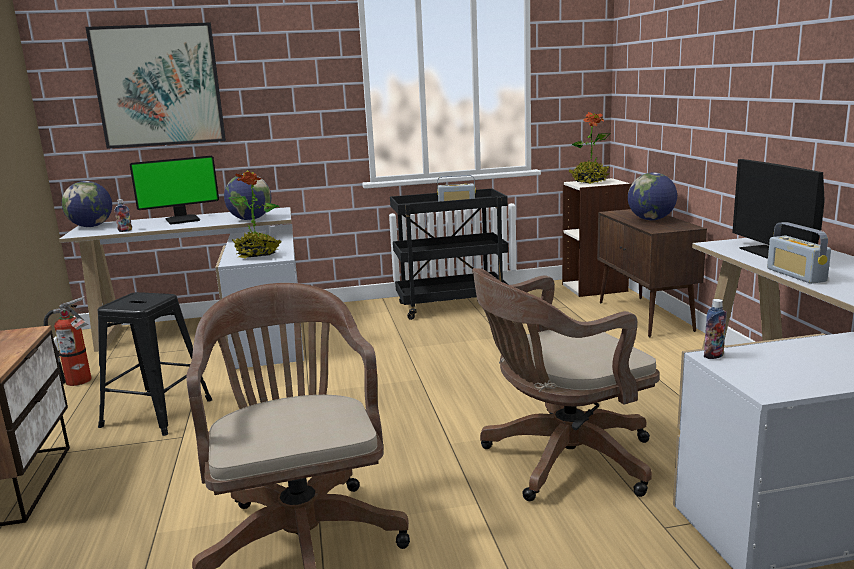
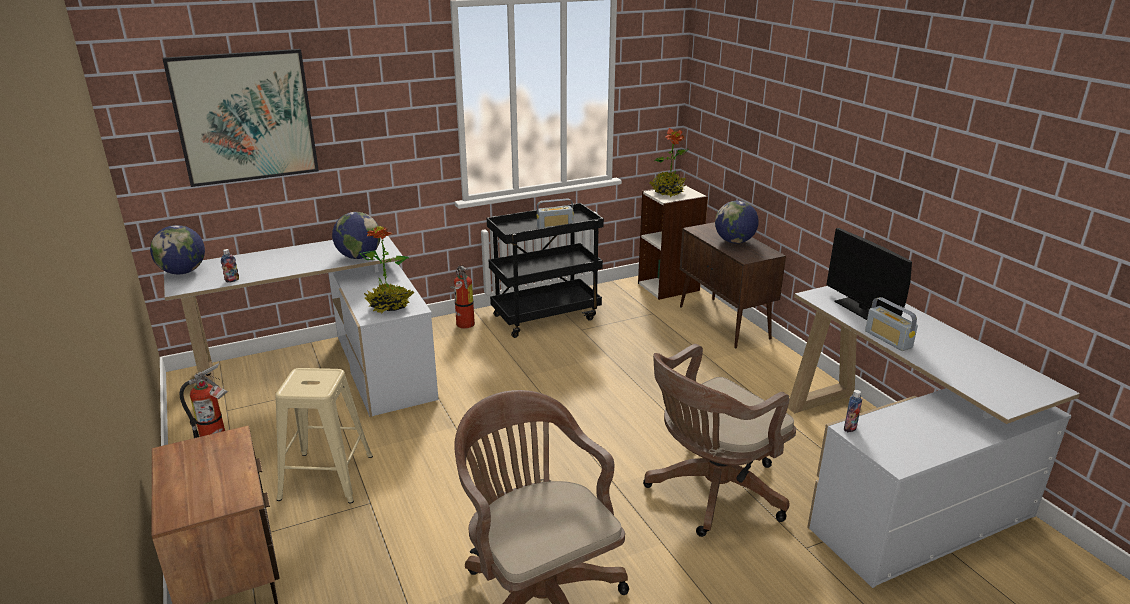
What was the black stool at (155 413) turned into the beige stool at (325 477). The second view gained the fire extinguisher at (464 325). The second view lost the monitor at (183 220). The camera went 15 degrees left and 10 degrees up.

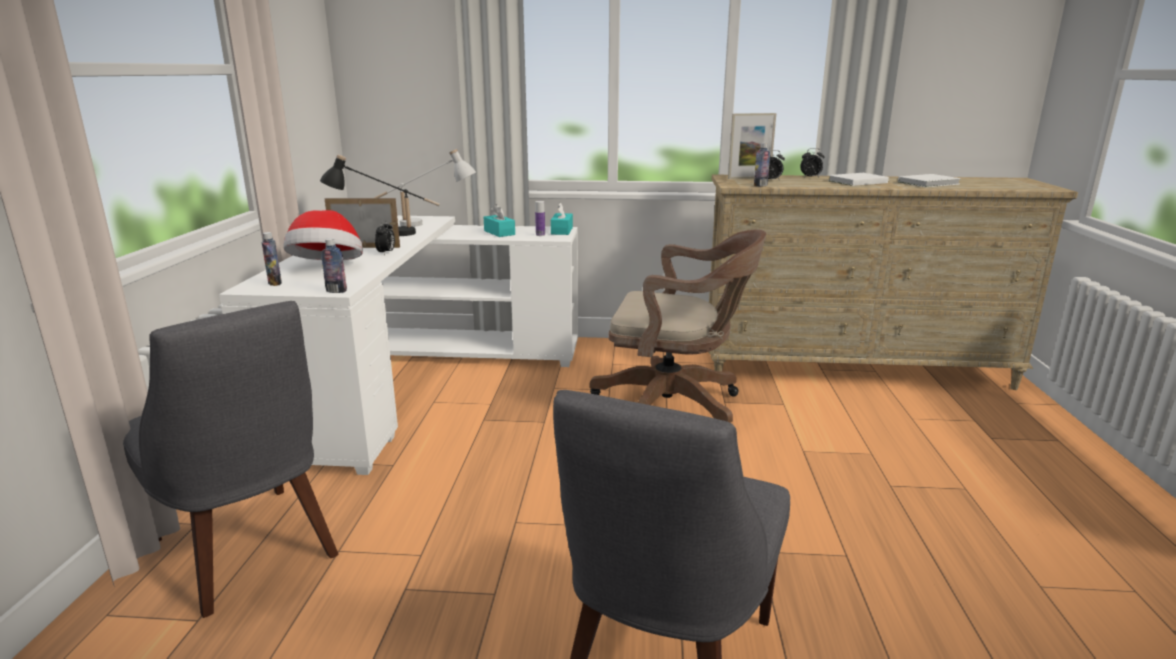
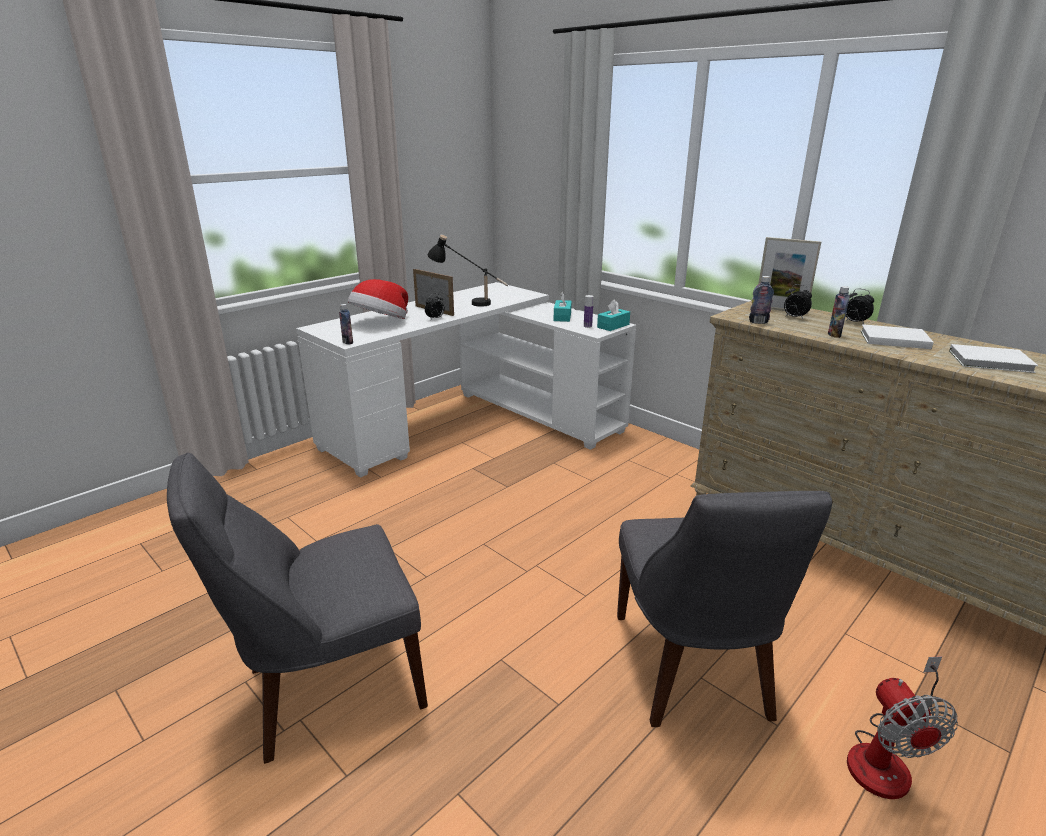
The grey chair ended up elsewhere, having gone from (248 551) to (693 670). The bottle ended up elsewhere, having gone from (275 283) to (834 335). The second view gained the fan at (887 758). The second view lost the white table lamp at (427 224). The second view lost the brown office chair at (675 407). The camera went 40 degrees right and 5 degrees up.

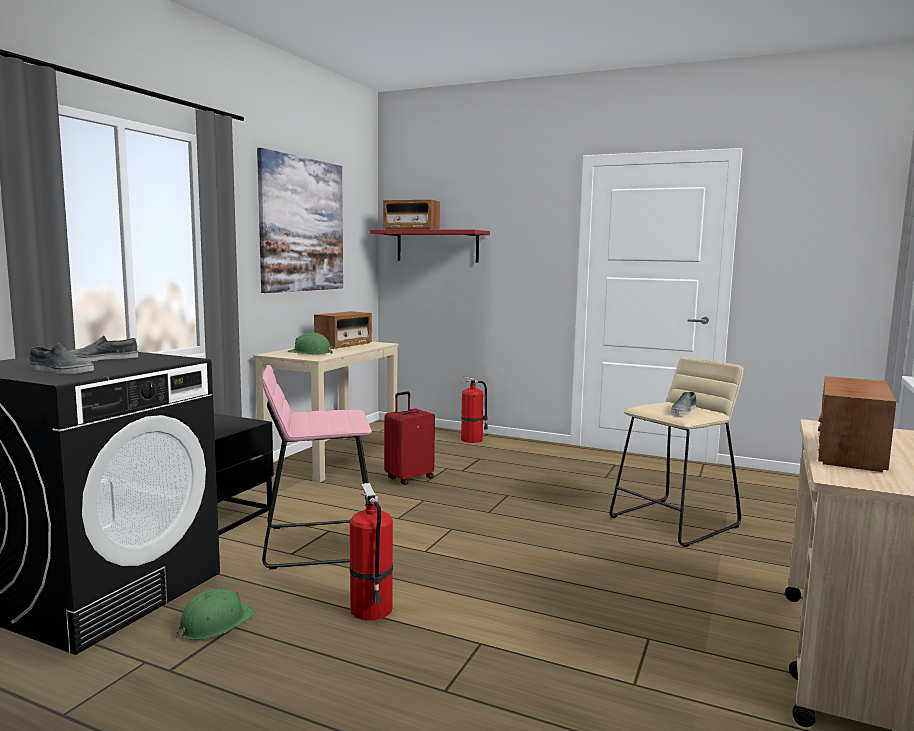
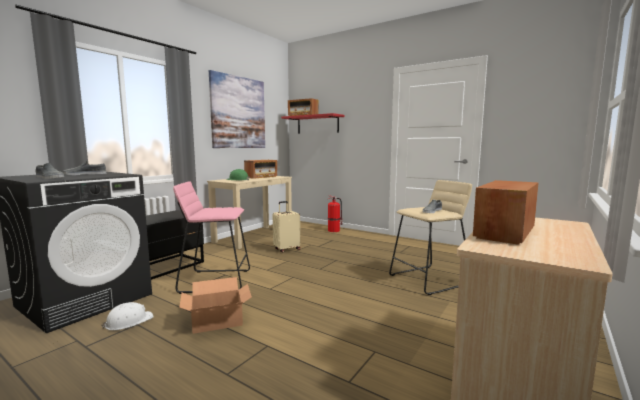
What was the green hard hat at (215 623) turned into the white hard hat at (129 321). Where the fire extinguisher stood at (372 610), the cardboard box came to stand at (218 320). What was the red suitcase at (409 478) turned into the beige suitcase at (286 249). The camera went 10 degrees right and 0 degrees up.

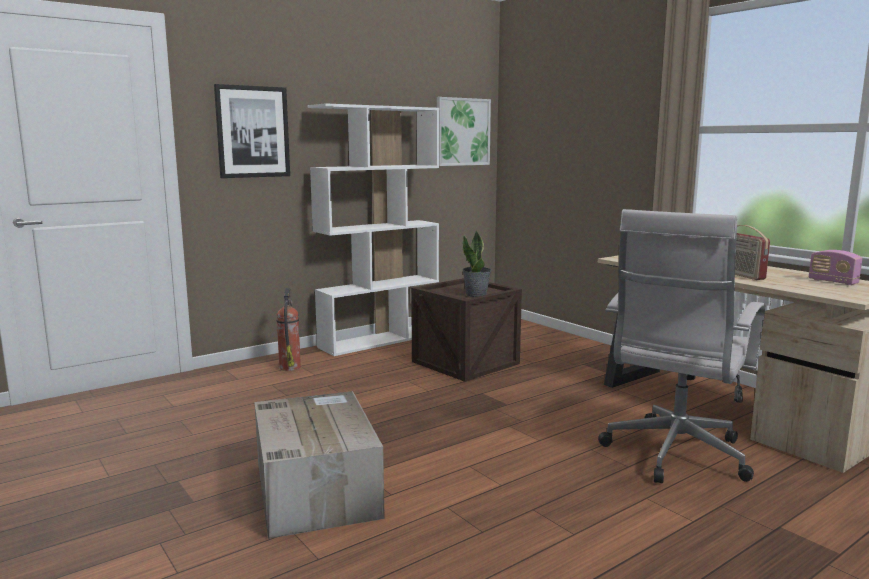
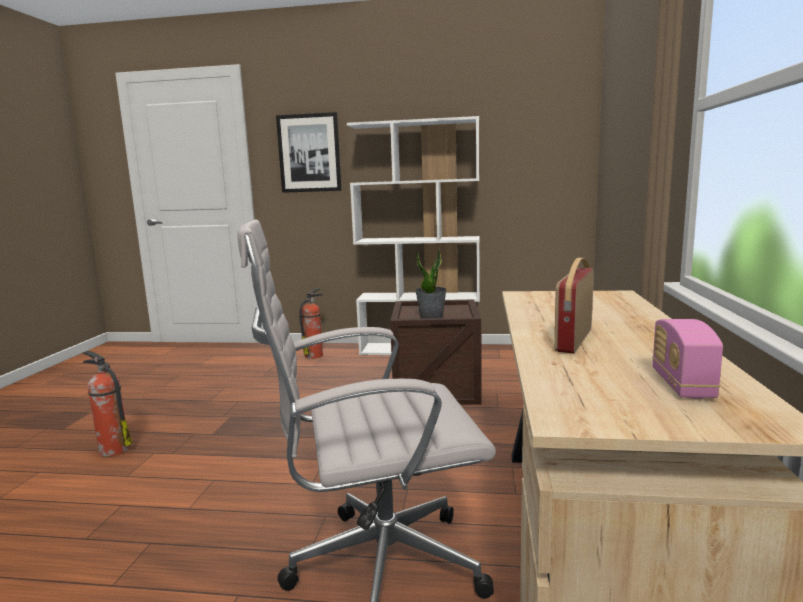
Where the cardboard box stood at (315 488), the fire extinguisher came to stand at (113 449). The second view lost the picture at (462 132). The camera went 45 degrees right and 0 degrees up.

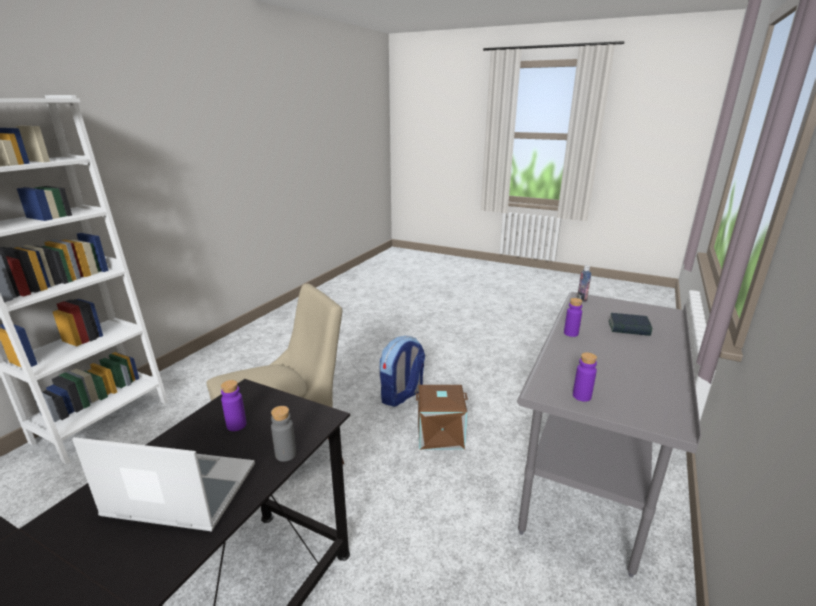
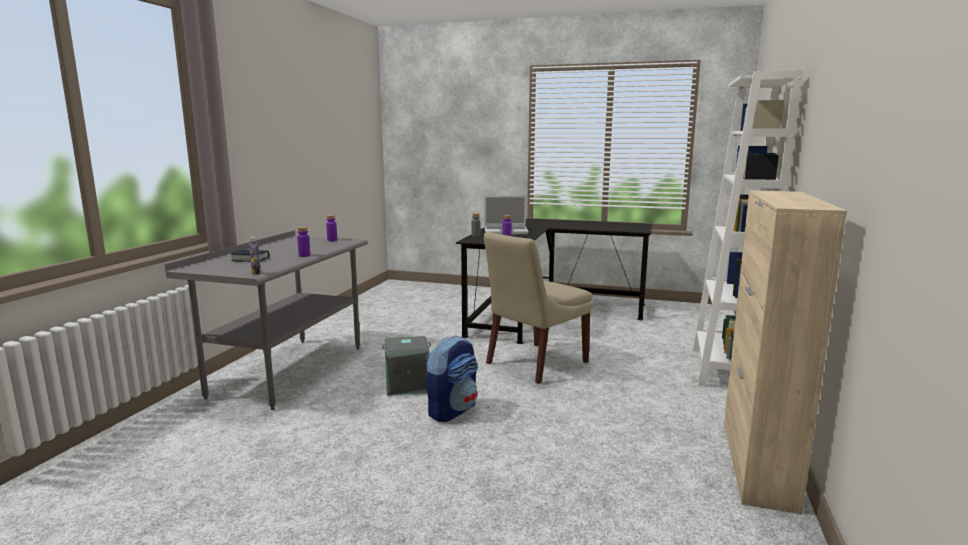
What was the brown storage box at (440 435) turned into the grey storage box at (408 384). The second view gained the beige cabinet at (757 463). The camera went 170 degrees right and 10 degrees down.

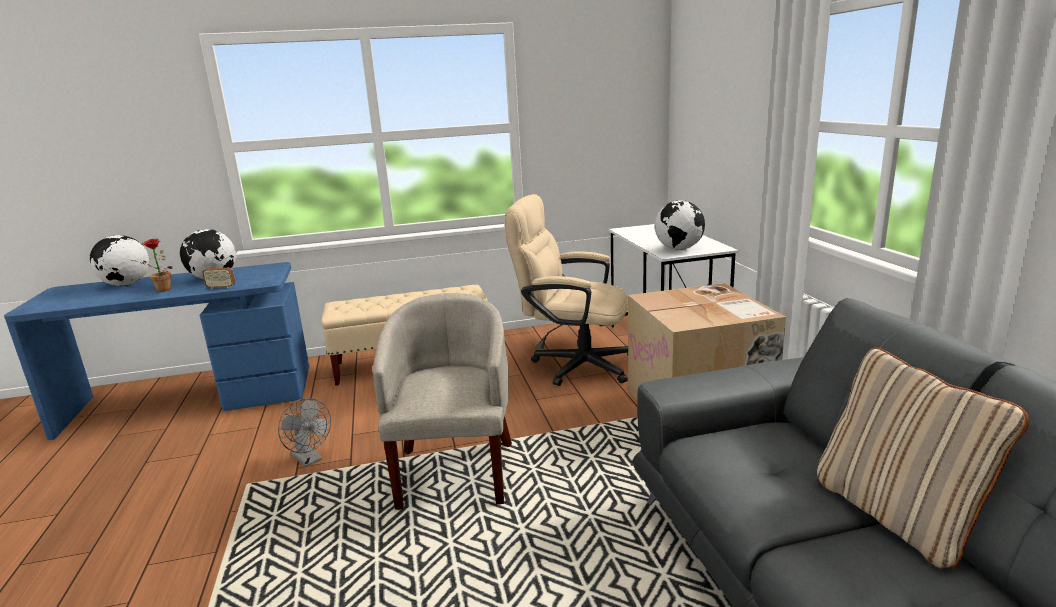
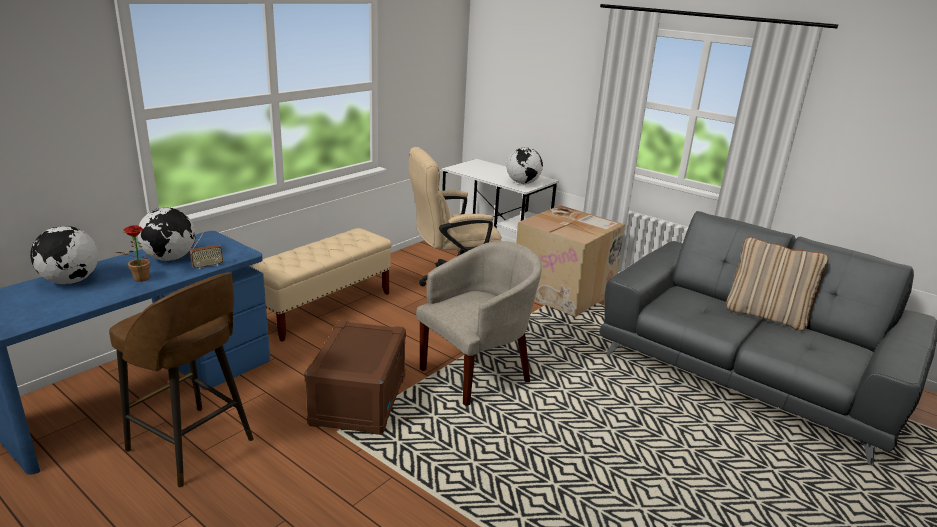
The second view gained the brown stool at (193 446). Where the grey fan stood at (310 459), the brown storage box came to stand at (358 399). The beige armchair at (455 471) ended up facing another way, 90 degrees clockwise from before. The camera went 40 degrees left and 5 degrees up.

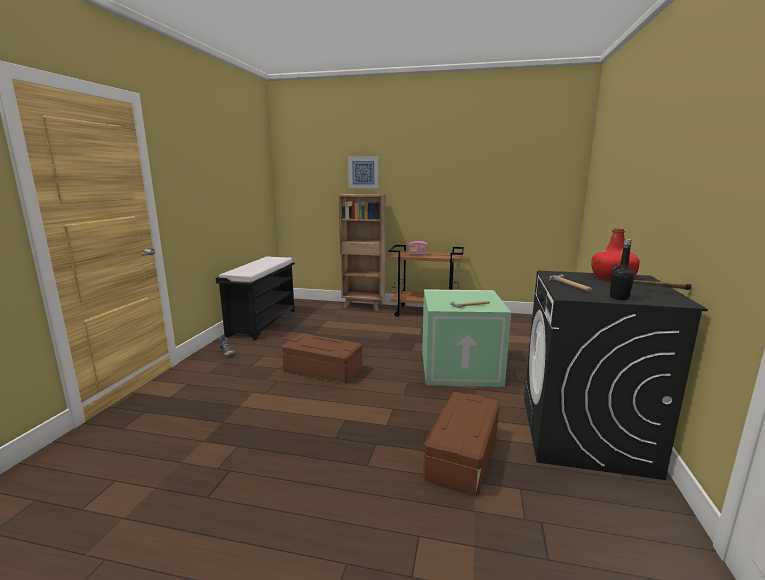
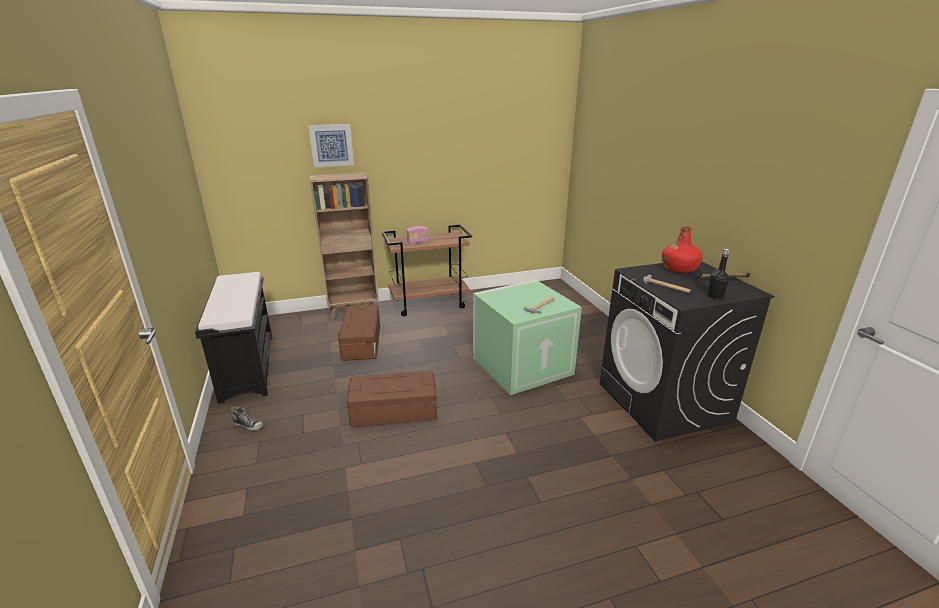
The brown storage box ended up elsewhere, having gone from (463 455) to (362 343). The camera went 30 degrees left and 10 degrees up.

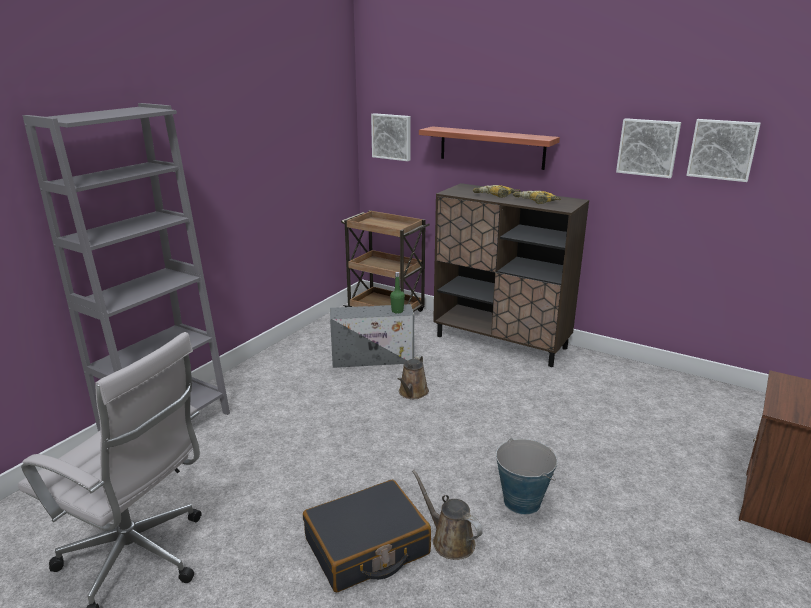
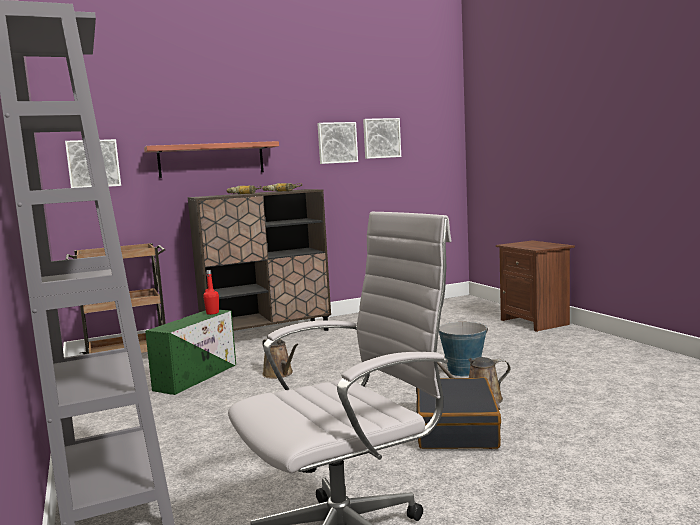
What was the grey storage box at (374 359) turned into the green storage box at (197 376). What was the green bottle at (397 311) turned into the red bottle at (212 313). The camera went 55 degrees left and 15 degrees down.

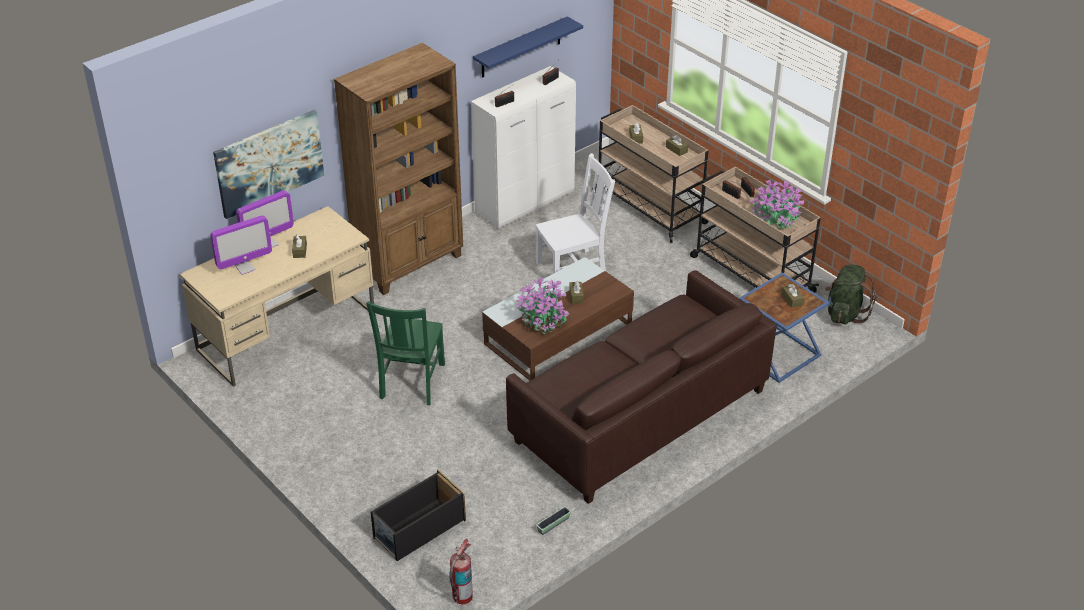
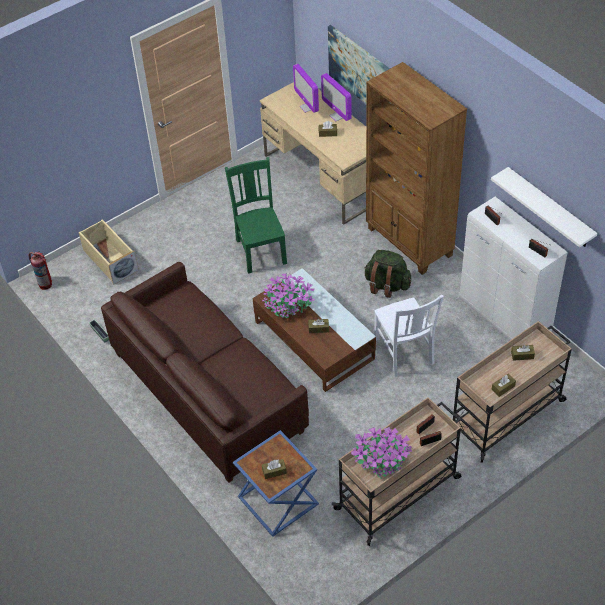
What was the black storage box at (418 529) turned into the beige storage box at (110 260). The green chair at (411 382) ended up facing another way, 60 degrees clockwise from before. The green backpack ended up elsewhere, having gone from (845 313) to (386 285). What was the blue shelf at (521 48) turned into the white shelf at (550 208). The camera went 95 degrees right and 10 degrees up.

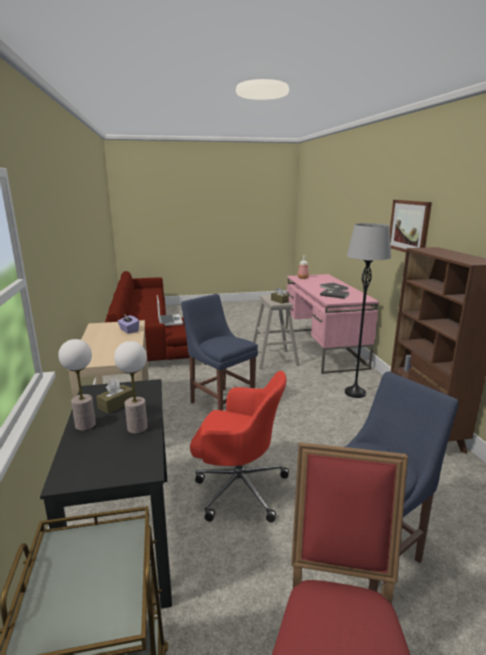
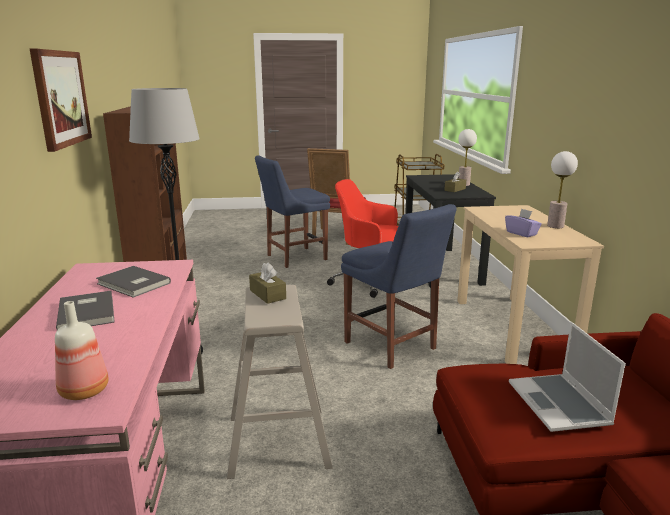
The table lamp ended up elsewhere, having gone from (137 428) to (555 226). The camera went 175 degrees left and 0 degrees up.

